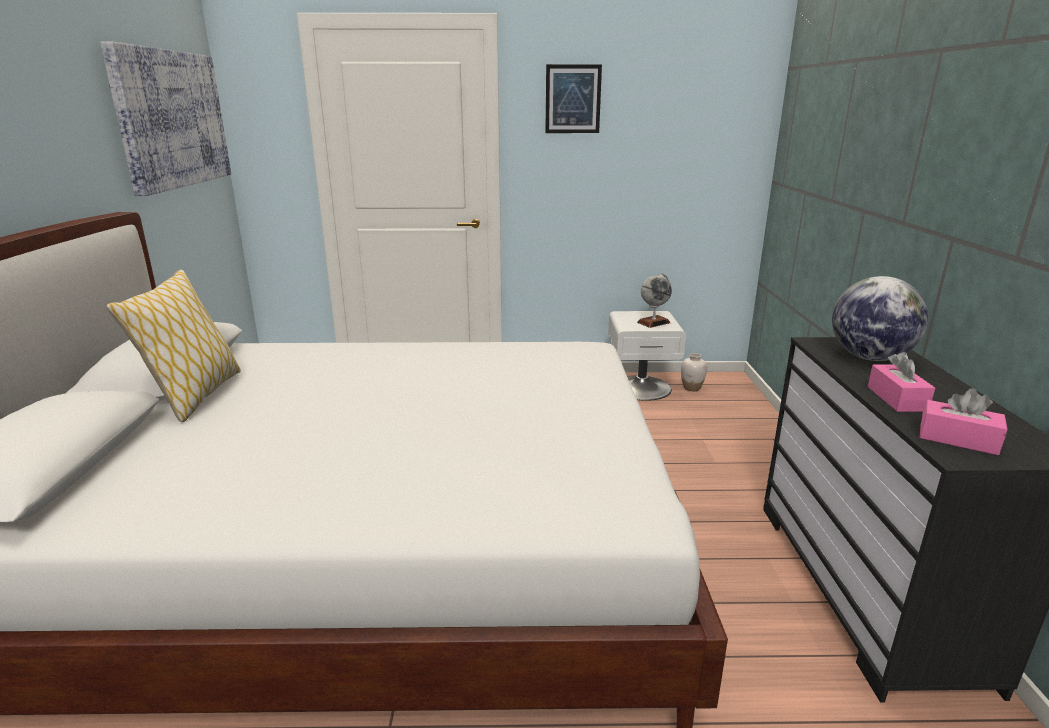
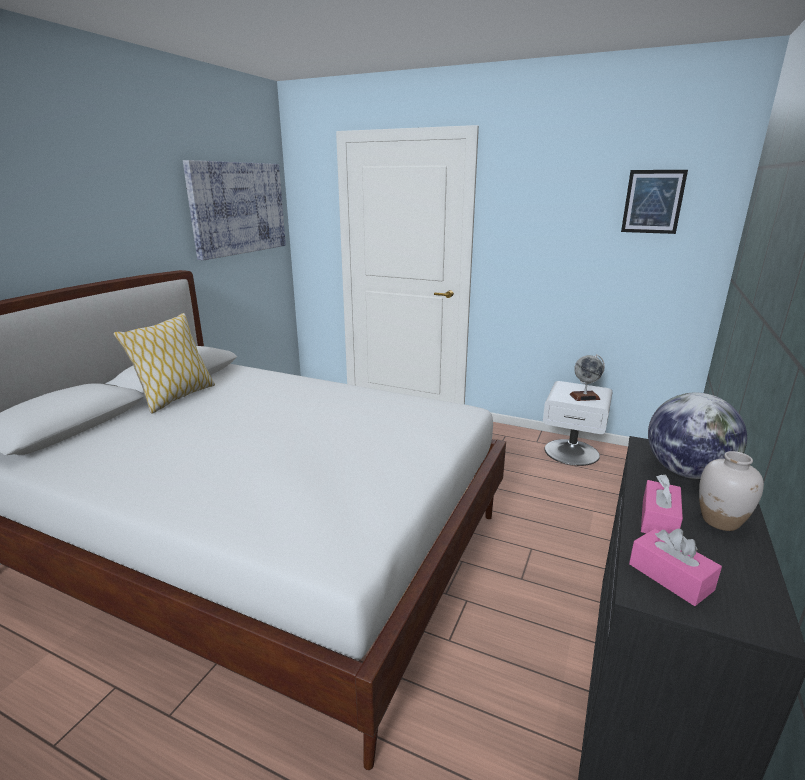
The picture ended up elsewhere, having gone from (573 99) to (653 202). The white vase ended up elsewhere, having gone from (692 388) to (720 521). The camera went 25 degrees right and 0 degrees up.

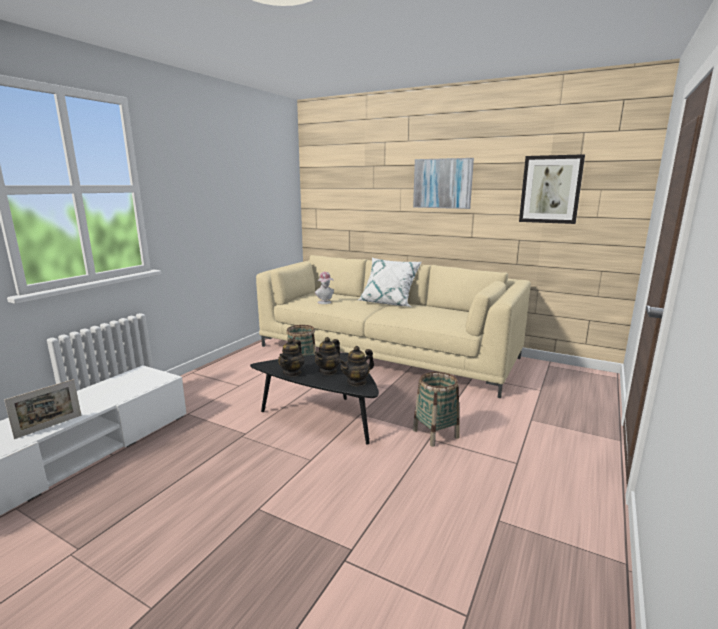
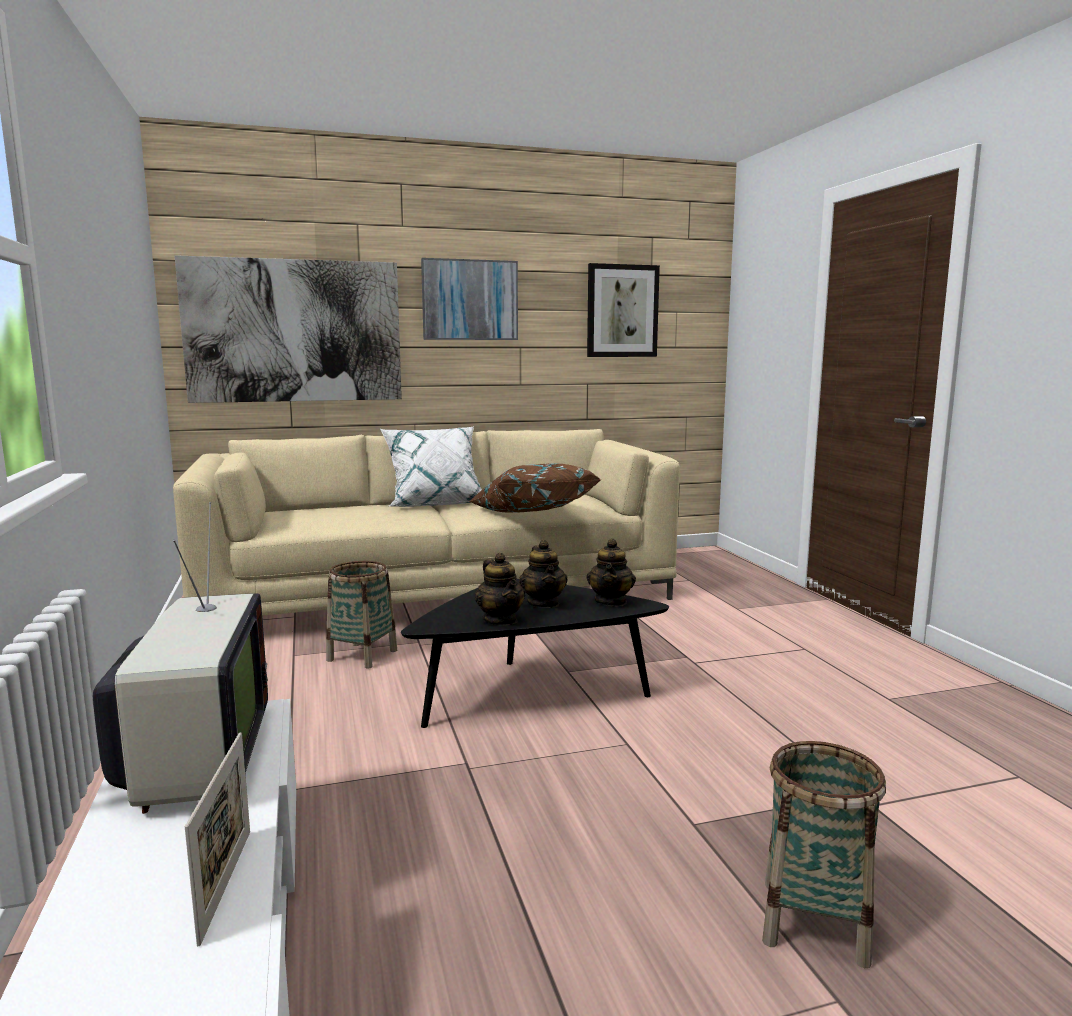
The second view gained the television at (197 760). The second view gained the picture at (294 331). The second view gained the brown pillow at (532 513). The basket ended up elsewhere, having gone from (435 434) to (814 922). The second view lost the hat at (325 302). The camera went 45 degrees left and 5 degrees down.

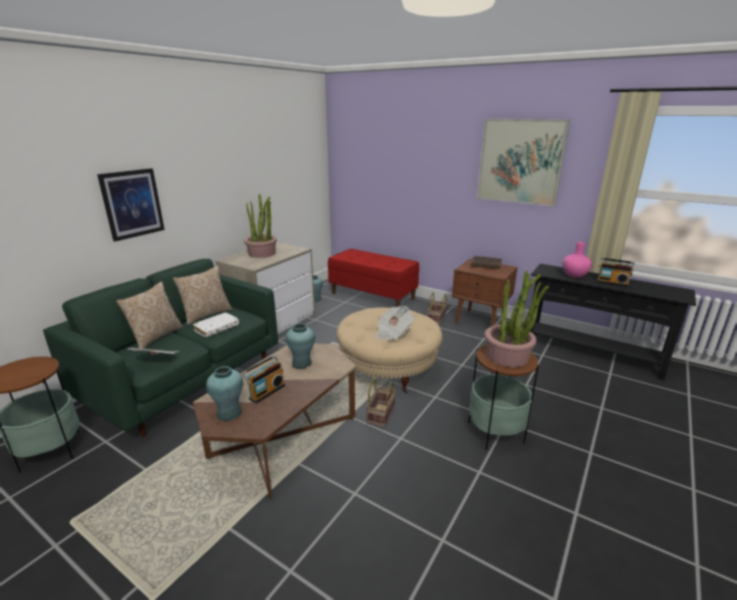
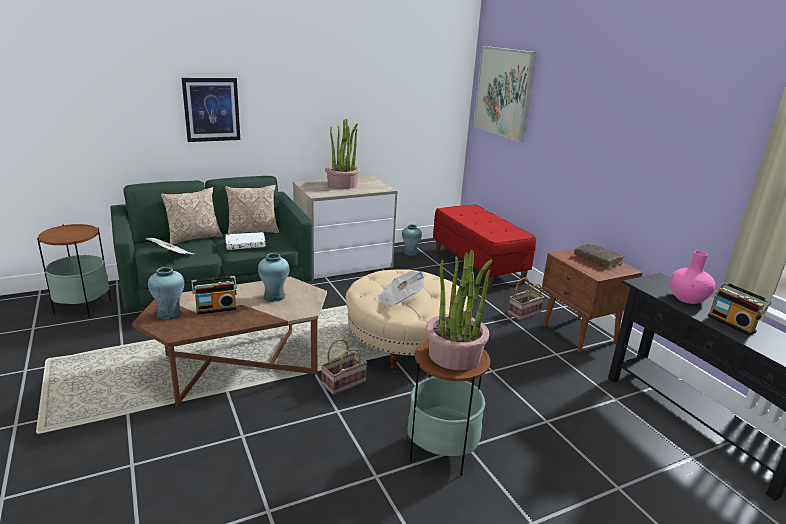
The picture ended up elsewhere, having gone from (520 161) to (503 92). The camera went 30 degrees right and 0 degrees up.

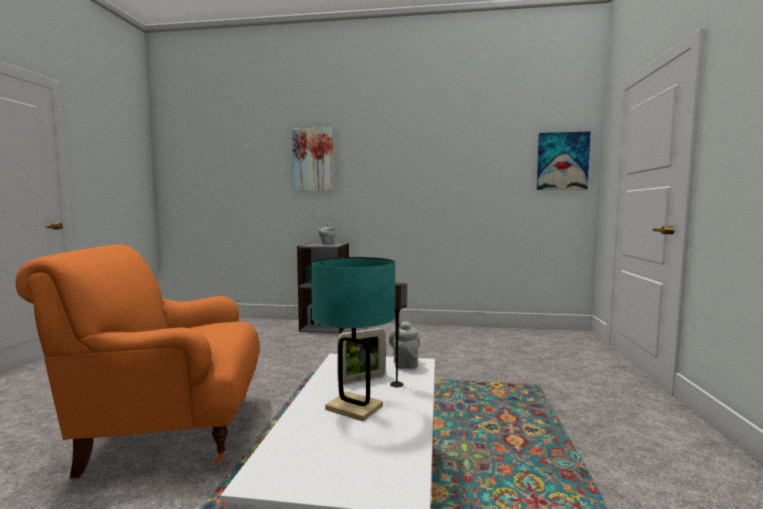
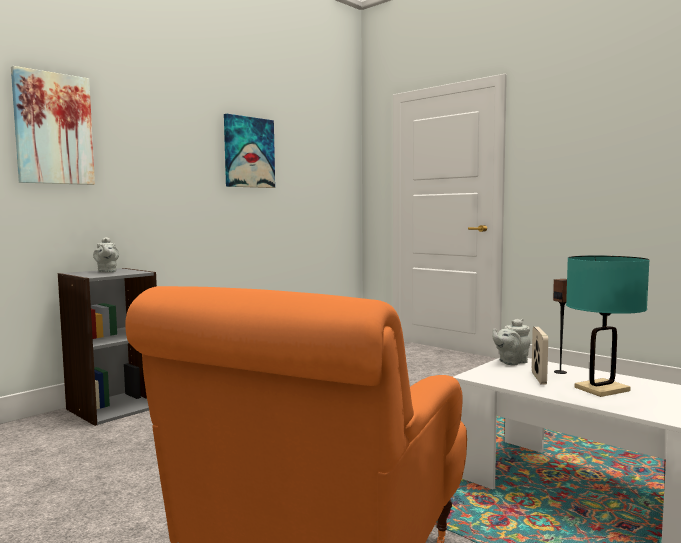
The picture ended up elsewhere, having gone from (562 161) to (249 152). The grey teapot at (405 363) ended up facing another way, 60 degrees counterclockwise from before. The camera went 55 degrees left and 0 degrees up.

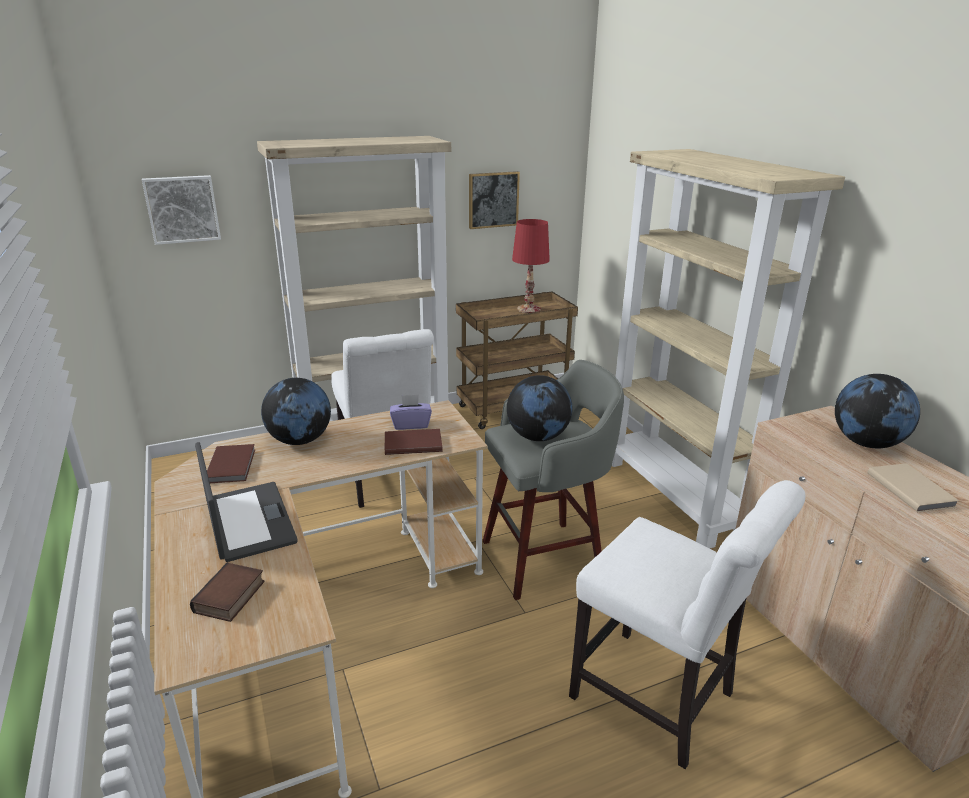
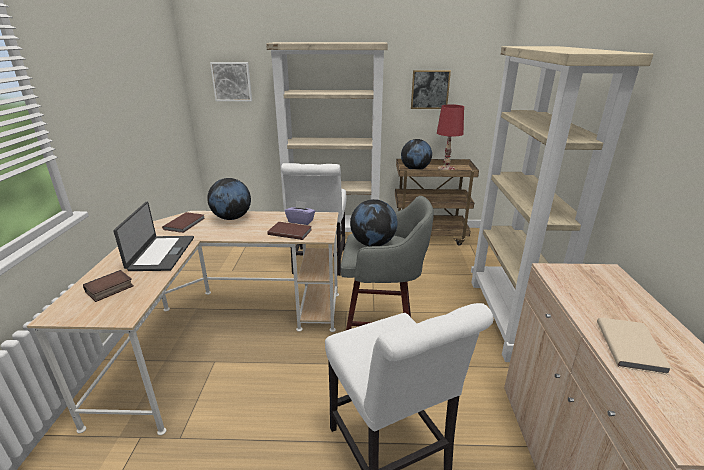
The globe ended up elsewhere, having gone from (866 443) to (415 169). The camera went 25 degrees right and 0 degrees up.

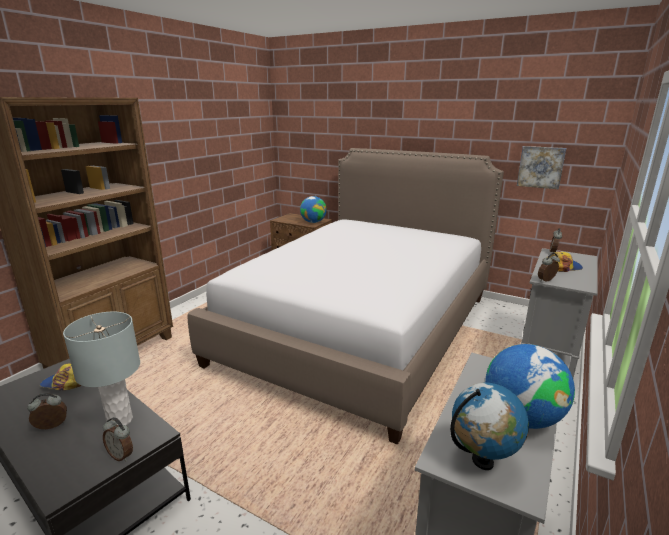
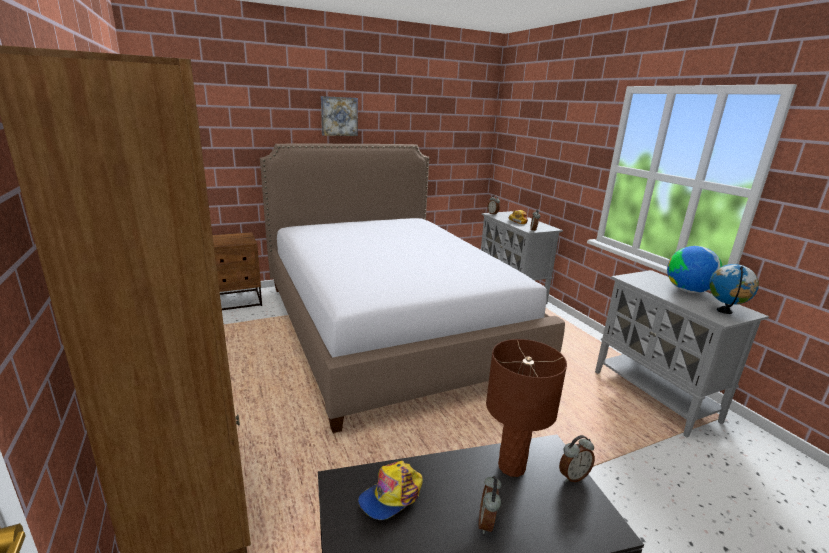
The picture ended up elsewhere, having gone from (541 167) to (339 116). What was the grey table lamp at (120 420) turned into the brown table lamp at (511 466). The second view lost the globe at (313 222). The camera went 55 degrees left and 0 degrees up.

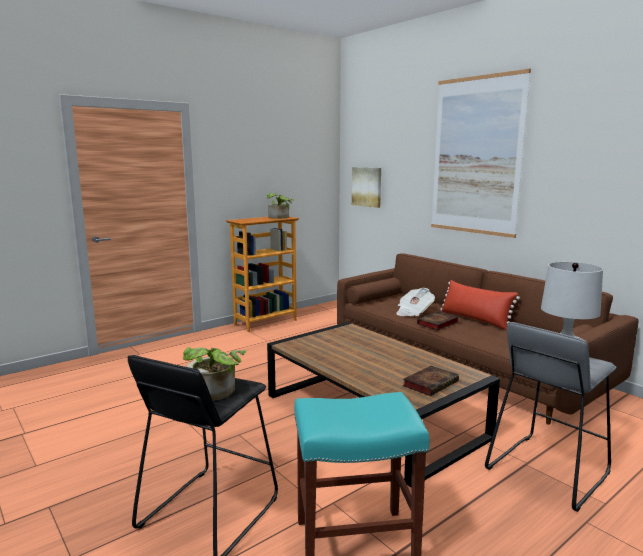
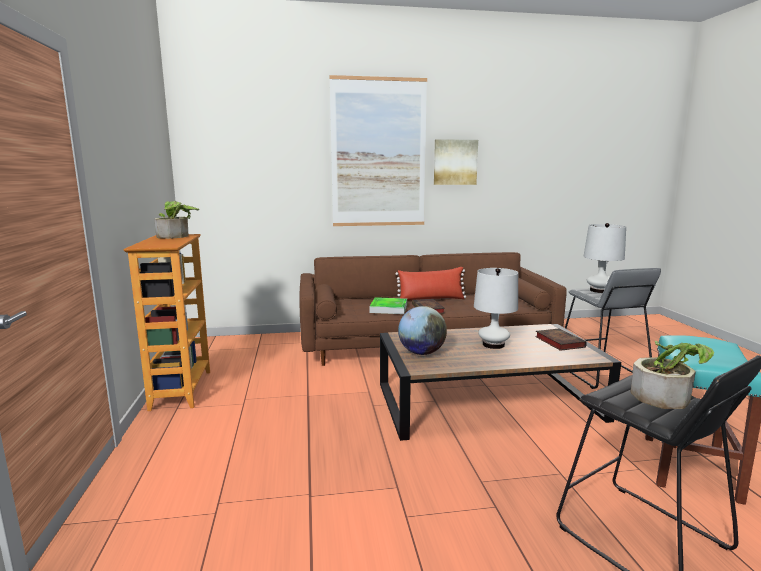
Where the newspaper stood at (413 312), the tray came to stand at (388 308). The second view gained the globe at (421 353). The picture ended up elsewhere, having gone from (367 186) to (455 162). The second view gained the white table lamp at (493 344). The camera went 60 degrees left and 0 degrees up.

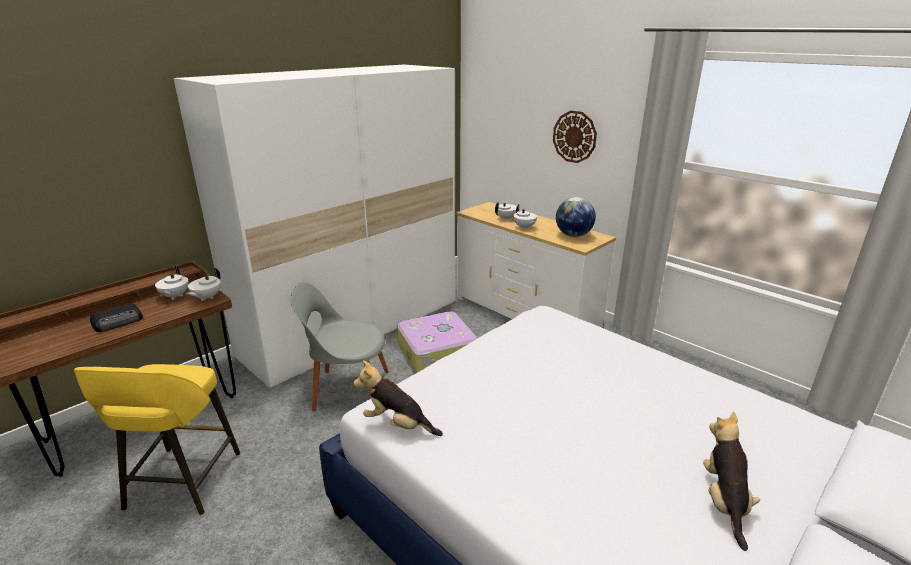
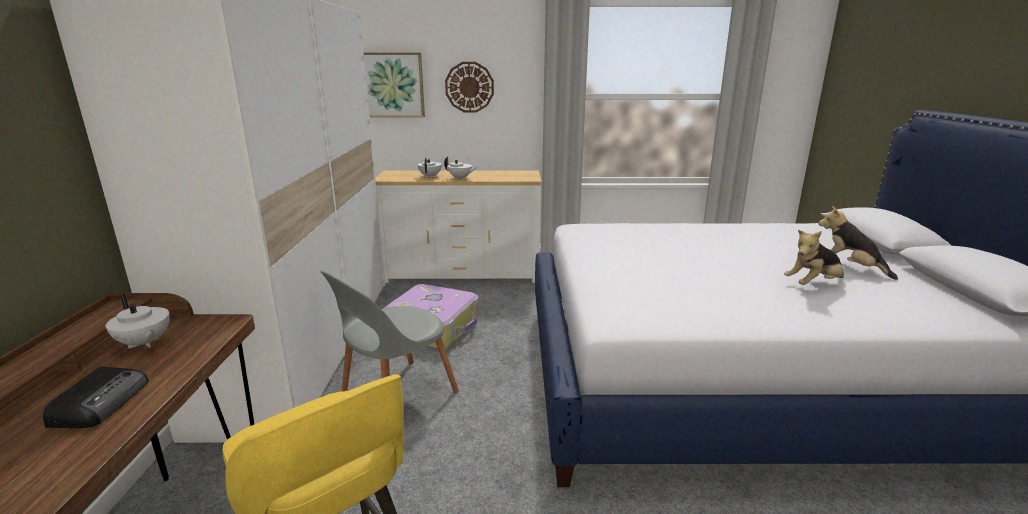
The second view gained the picture at (392 85). The plush toy ended up elsewhere, having gone from (398 424) to (813 284). The second view lost the white teapot at (206 297). The second view lost the globe at (573 235). The camera went 45 degrees left and 5 degrees down.

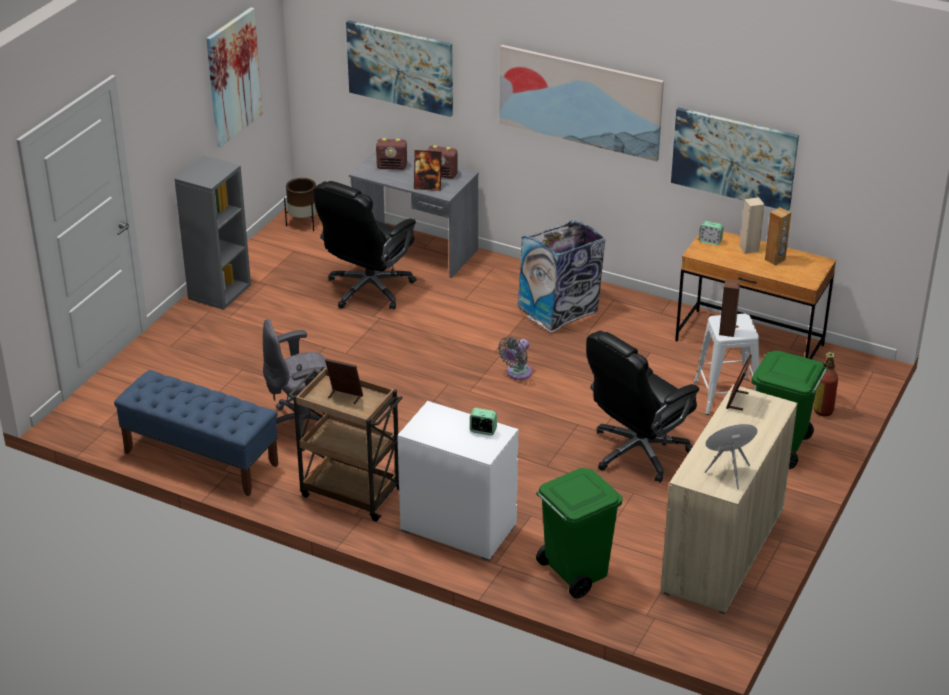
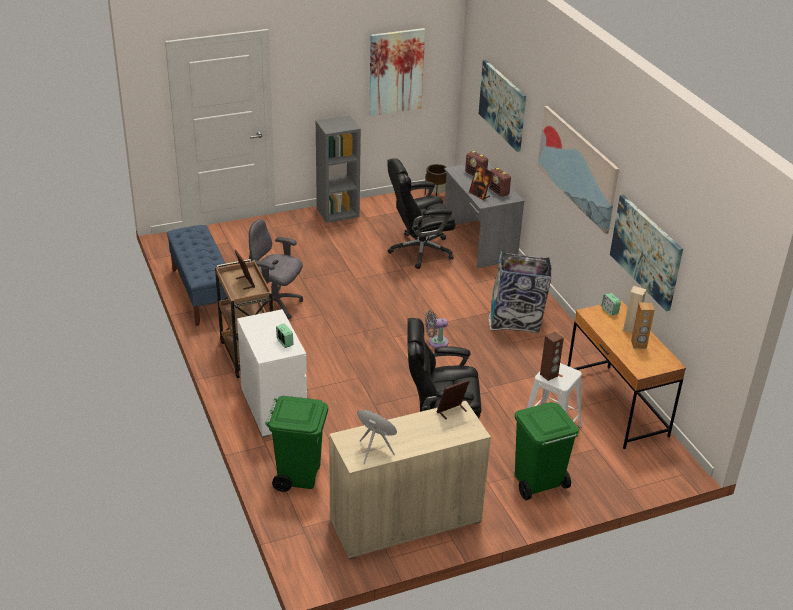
The second view lost the fire extinguisher at (823 406). The camera went 40 degrees right and 0 degrees up.

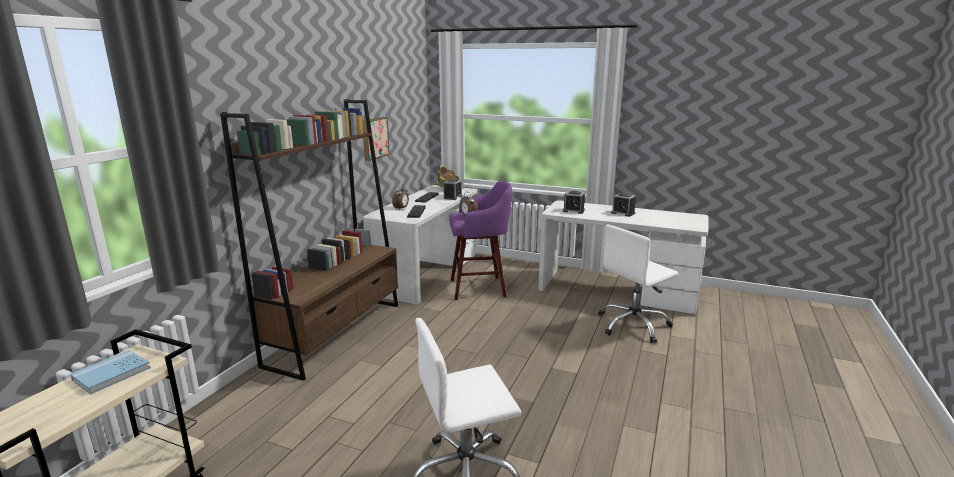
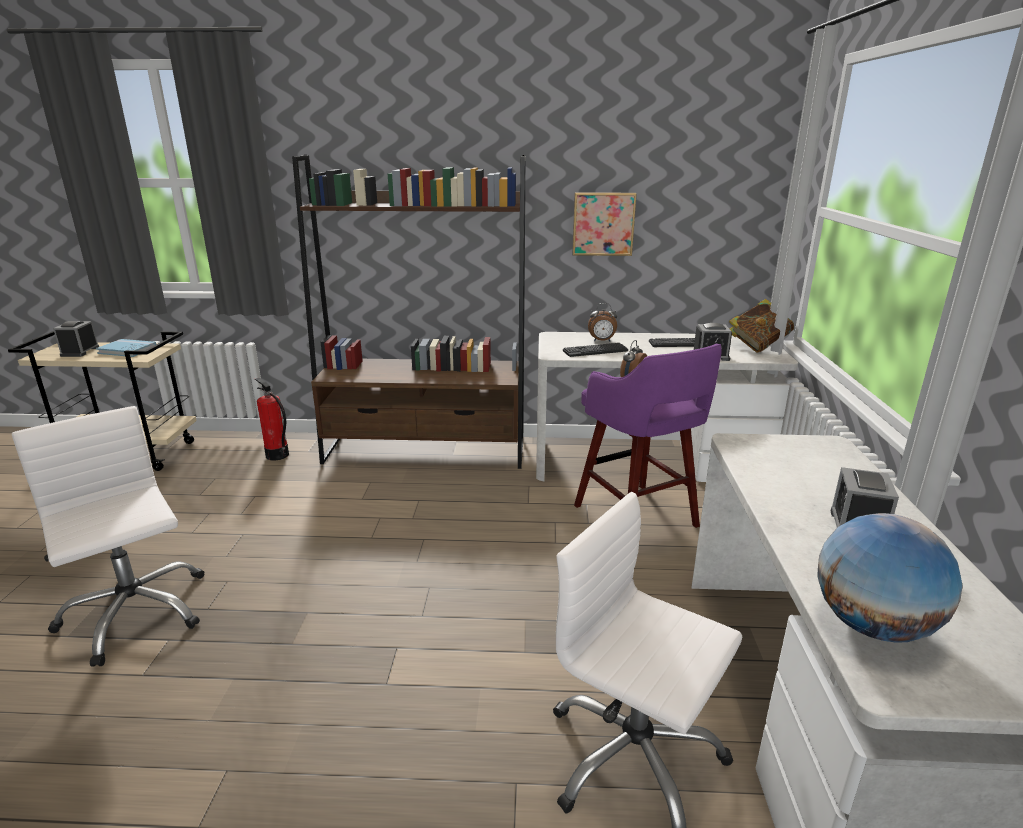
The alarm clock ended up elsewhere, having gone from (573 211) to (80 351). The second view gained the fire extinguisher at (277 455). The second view gained the globe at (871 625). The camera went 70 degrees right and 5 degrees up.

